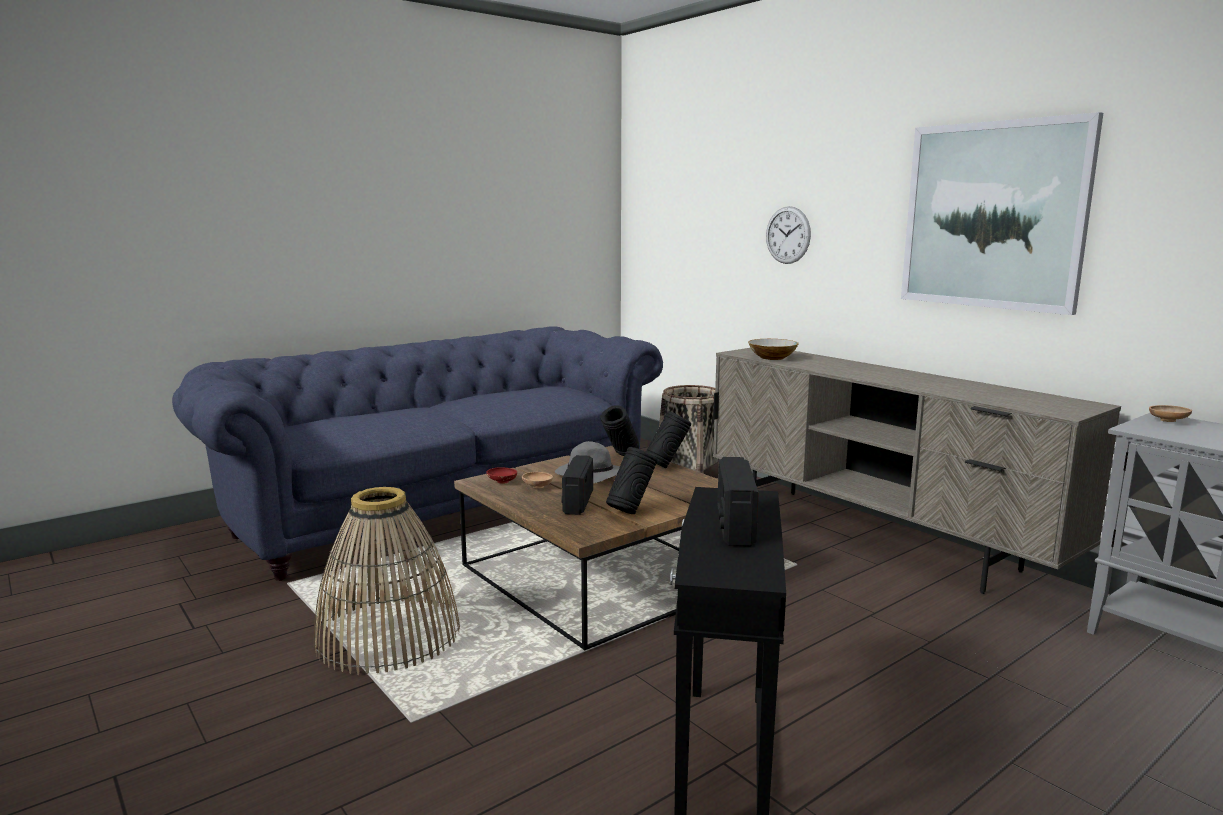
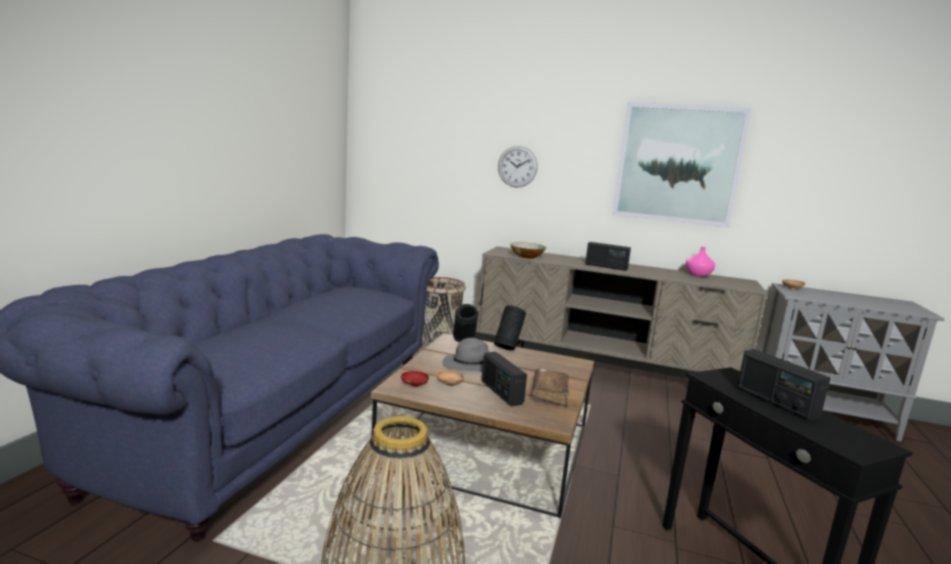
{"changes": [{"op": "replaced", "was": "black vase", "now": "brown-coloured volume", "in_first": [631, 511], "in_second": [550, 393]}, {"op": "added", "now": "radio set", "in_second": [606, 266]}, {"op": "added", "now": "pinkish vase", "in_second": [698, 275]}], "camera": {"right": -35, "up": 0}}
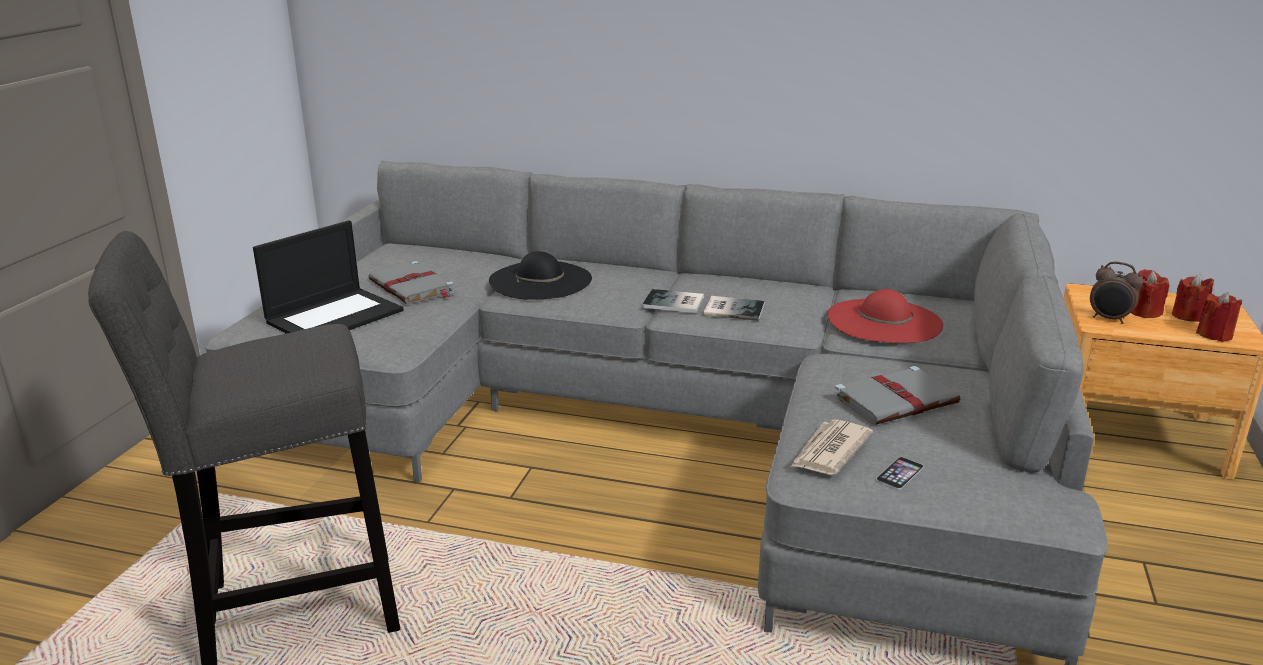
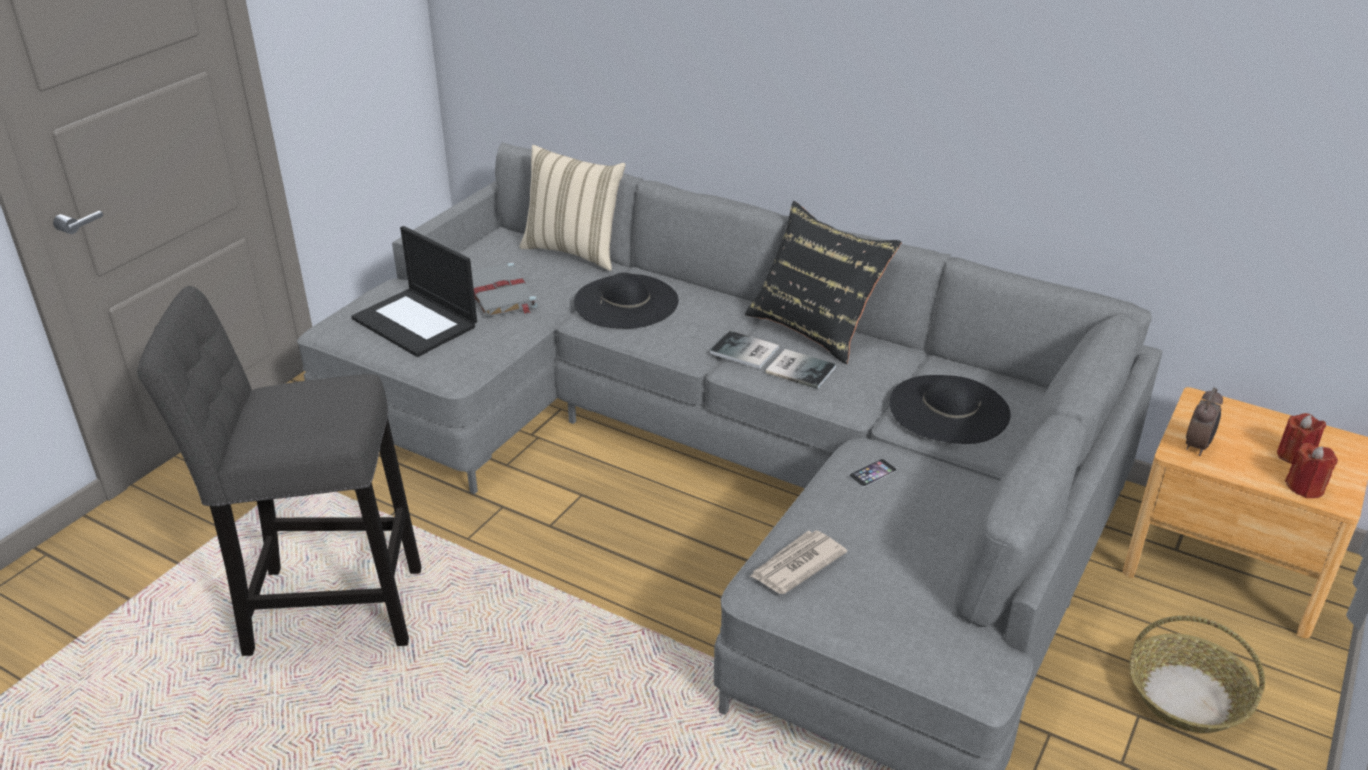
{"changes": [{"op": "turned", "was": "notebook computer", "in_first": [335, 315], "in_second": [417, 322], "clockwise": 75}, {"op": "recoloured", "was": "red-coloured clothing hat", "now": "black clothing hat", "in_first": [884, 321], "in_second": [949, 409]}, {"op": "removed", "was": "greyish volume", "in_first": [897, 400]}, {"op": "moved", "was": "handset", "in_first": [900, 473], "in_second": [872, 472]}, {"op": "turned", "was": "bedside clock", "in_first": [1109, 319], "in_second": [1198, 446], "clockwise": -105}, {"op": "removed", "was": "red-coloured candle", "in_first": [1144, 312]}, {"op": "added", "now": "beige throw pillow", "in_second": [574, 251]}, {"op": "added", "now": "black throw pillow", "in_second": [816, 326]}, {"op": "added", "now": "household basket", "in_second": [1186, 696]}], "camera": {"right": 15, "up": 10}}
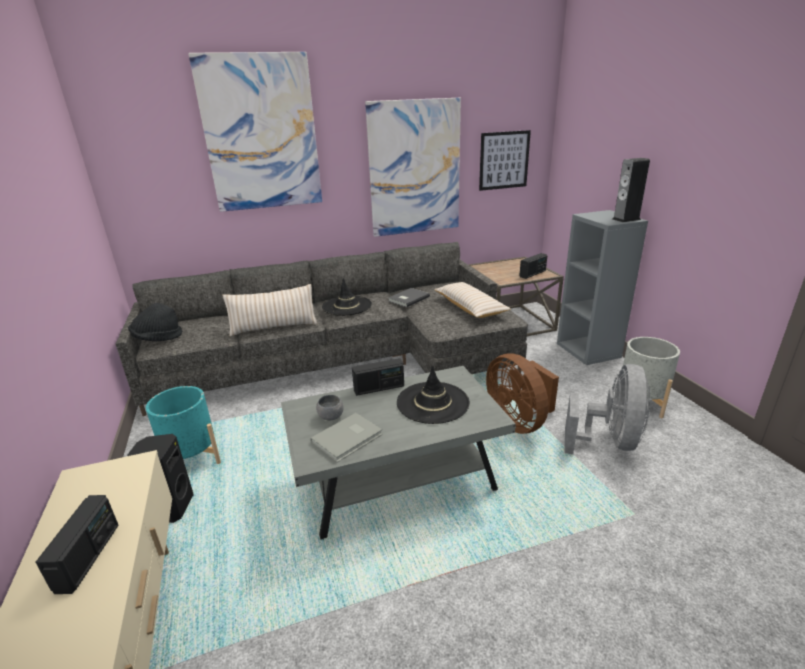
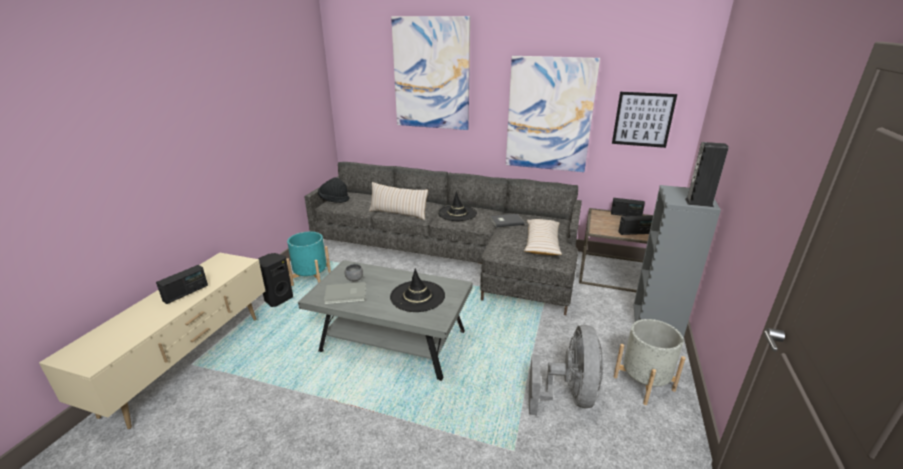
{"changes": [{"op": "moved", "was": "radio set", "in_first": [379, 388], "in_second": [626, 215]}, {"op": "removed", "was": "brown-coloured cooling fan", "in_first": [519, 421]}, {"op": "turned", "was": "greyish cooling fan", "in_first": [609, 441], "in_second": [568, 396], "clockwise": -45}], "camera": {"right": 35, "up": 0}}
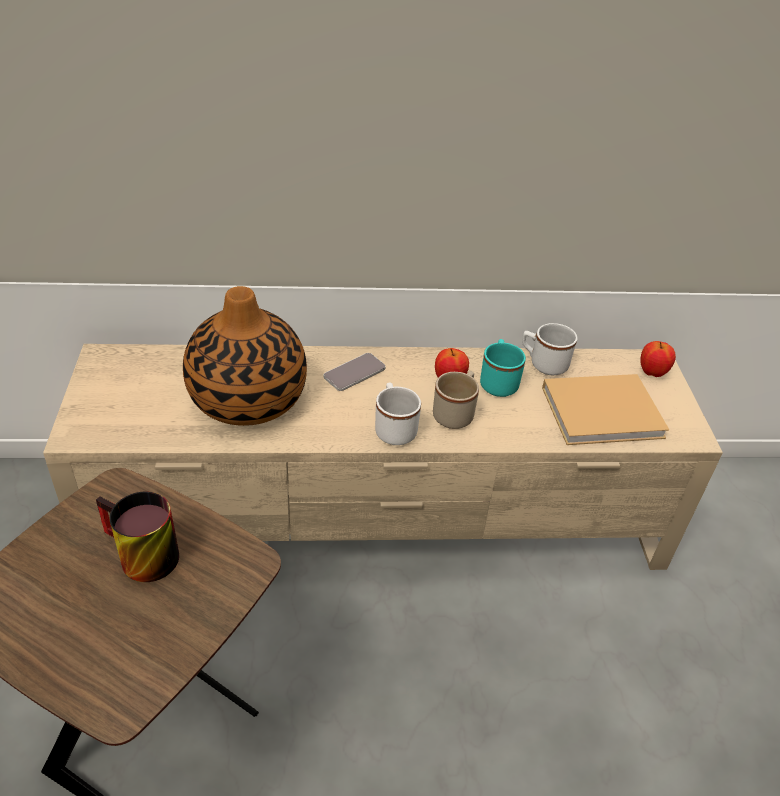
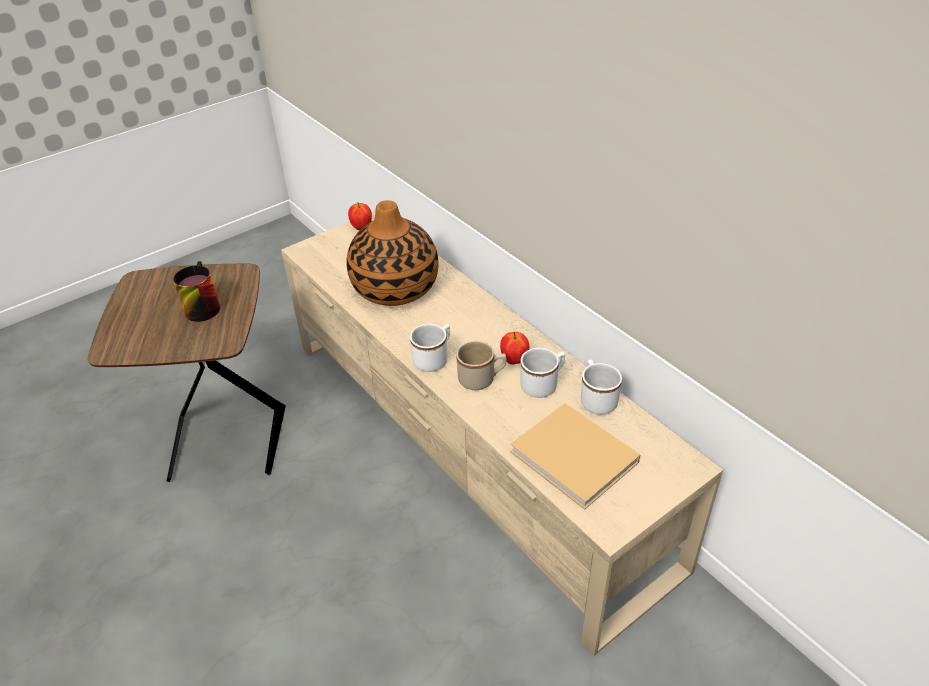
{"changes": [{"op": "removed", "was": "handset", "in_first": [354, 373]}, {"op": "recoloured", "was": "turquoise tea mug", "now": "whitish tea mug", "in_first": [498, 382], "in_second": [543, 384]}, {"op": "moved", "was": "whole apple", "in_first": [652, 372], "in_second": [361, 227]}], "camera": {"right": 60, "up": 0}}
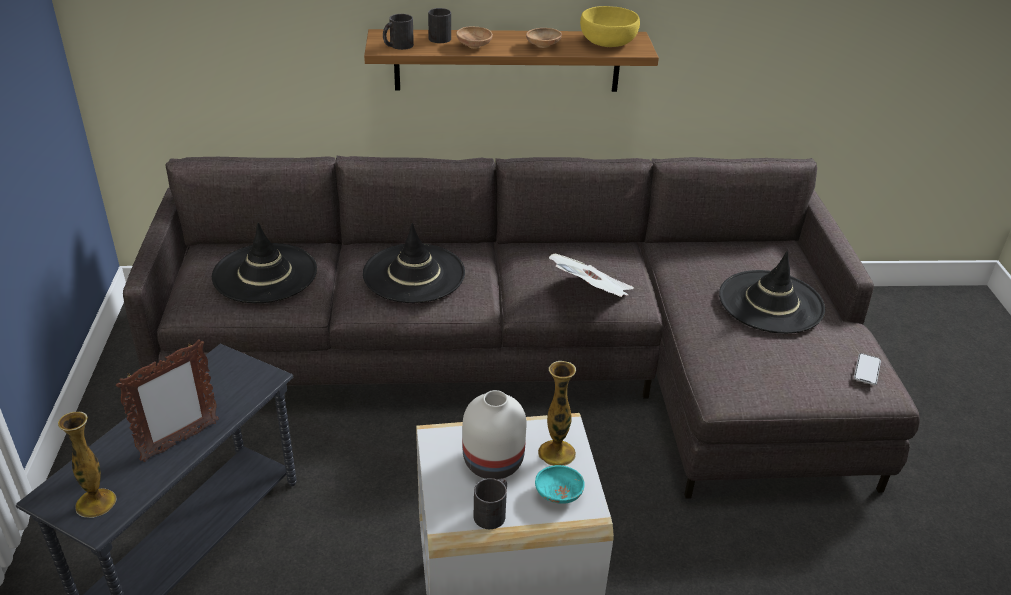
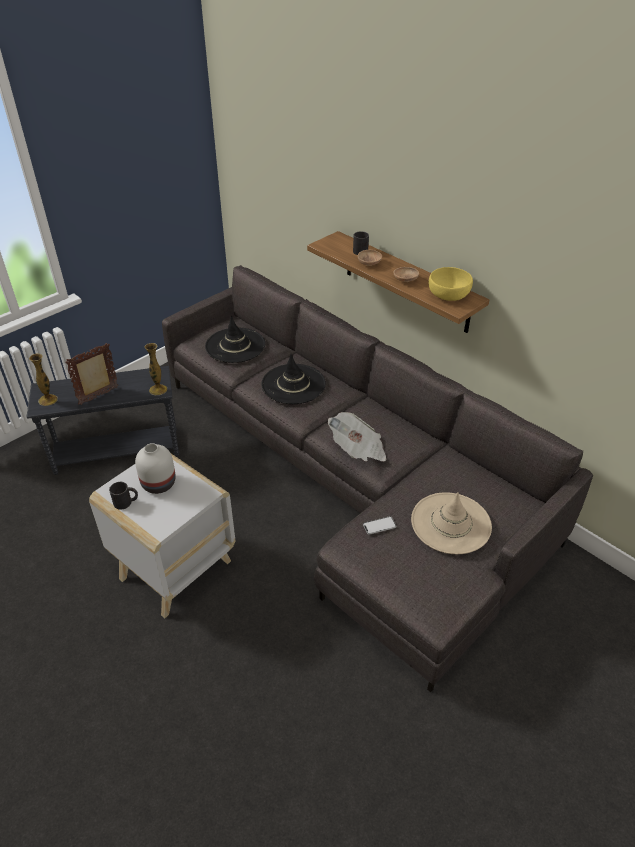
{"changes": [{"op": "turned", "was": "picture frame", "in_first": [180, 442], "in_second": [99, 396], "clockwise": 135}, {"op": "removed", "was": "black tea mug", "in_first": [397, 46]}, {"op": "removed", "was": "turquoise deep dish", "in_first": [558, 494]}, {"op": "moved", "was": "vase", "in_first": [557, 453], "in_second": [158, 390]}, {"op": "recoloured", "was": "black clothing hat", "now": "beige clothing hat", "in_first": [771, 302], "in_second": [451, 523]}, {"op": "moved", "was": "handset", "in_first": [867, 370], "in_second": [379, 526]}], "camera": {"right": 50, "up": 5}}
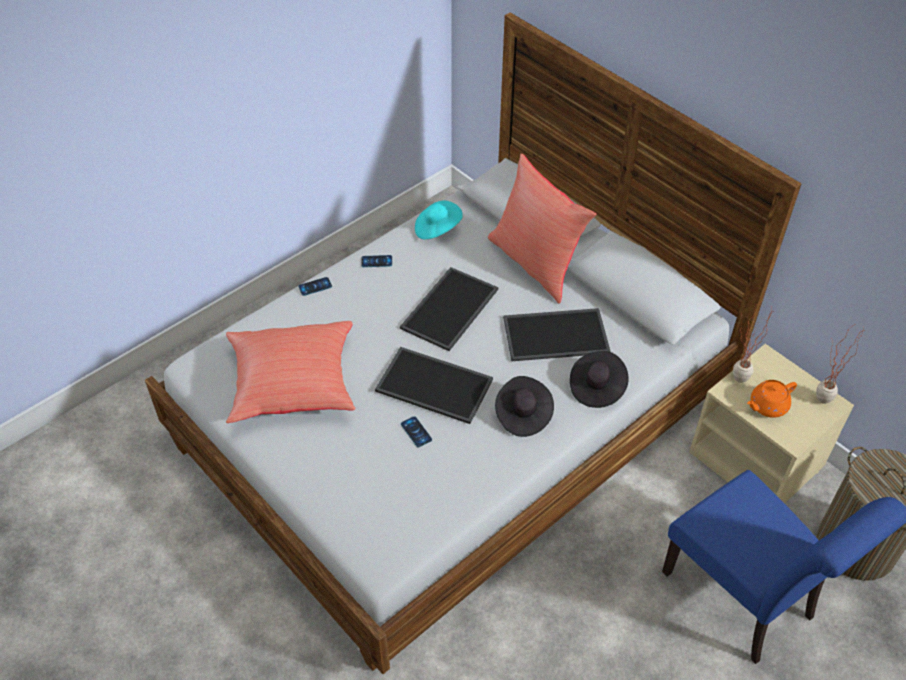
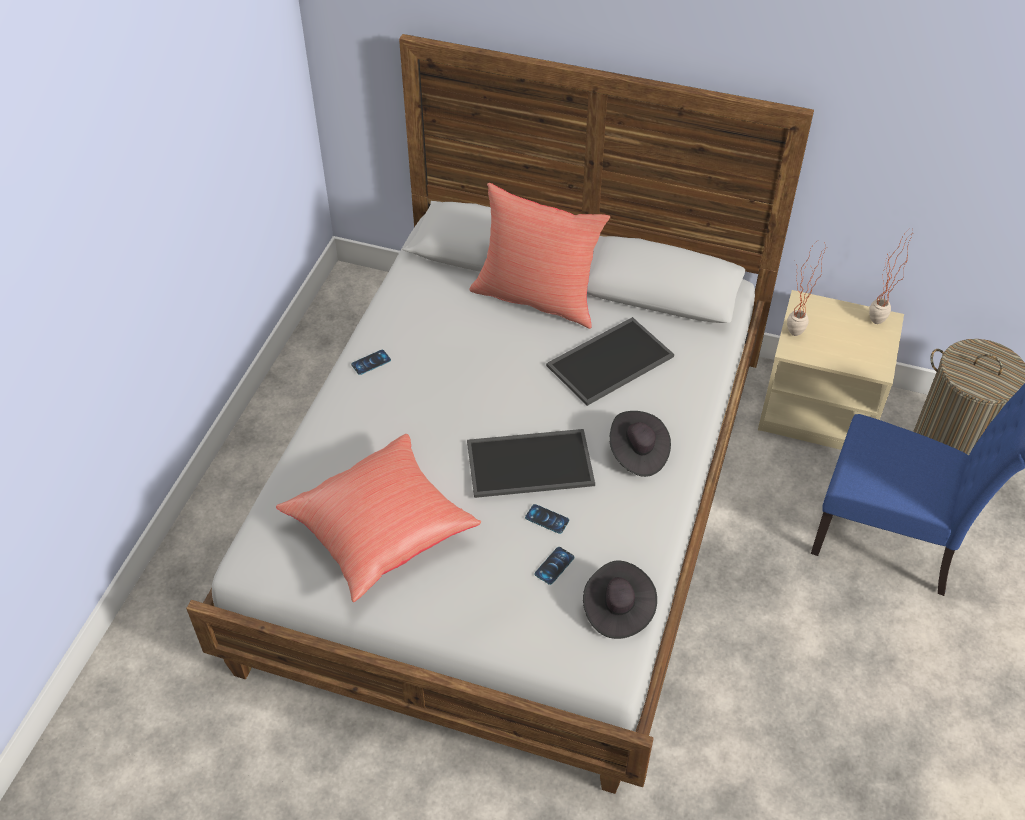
{"changes": [{"op": "moved", "was": "handset", "in_first": [315, 286], "in_second": [554, 566]}, {"op": "removed", "was": "carrying tray", "in_first": [450, 310]}, {"op": "removed", "was": "turquoise clothing hat", "in_first": [437, 229]}, {"op": "moved", "was": "black clothing hat", "in_first": [596, 388], "in_second": [617, 609]}, {"op": "removed", "was": "orange-coloured pot for tea", "in_first": [767, 406]}], "camera": {"right": -30, "up": 0}}
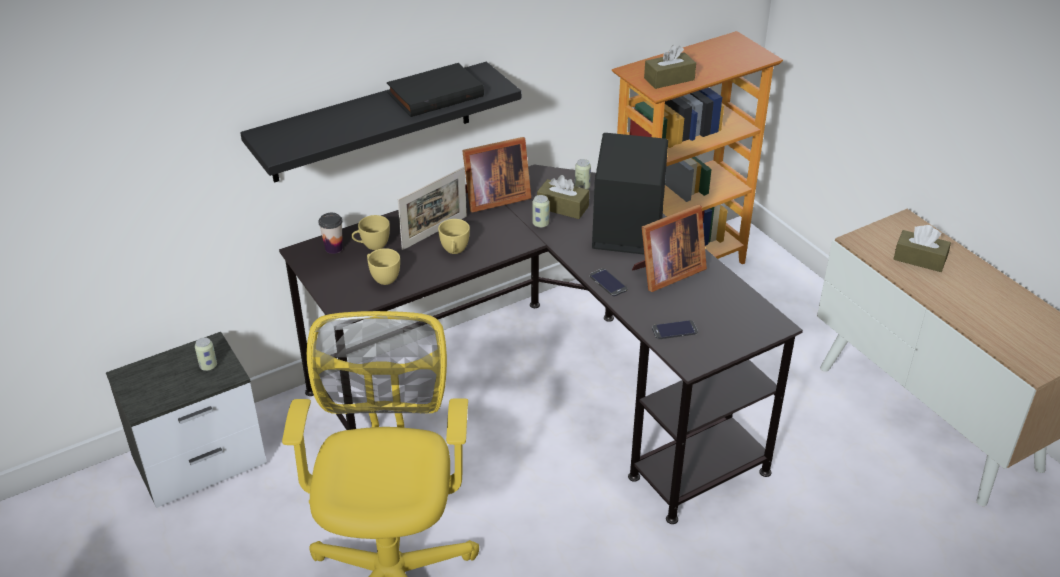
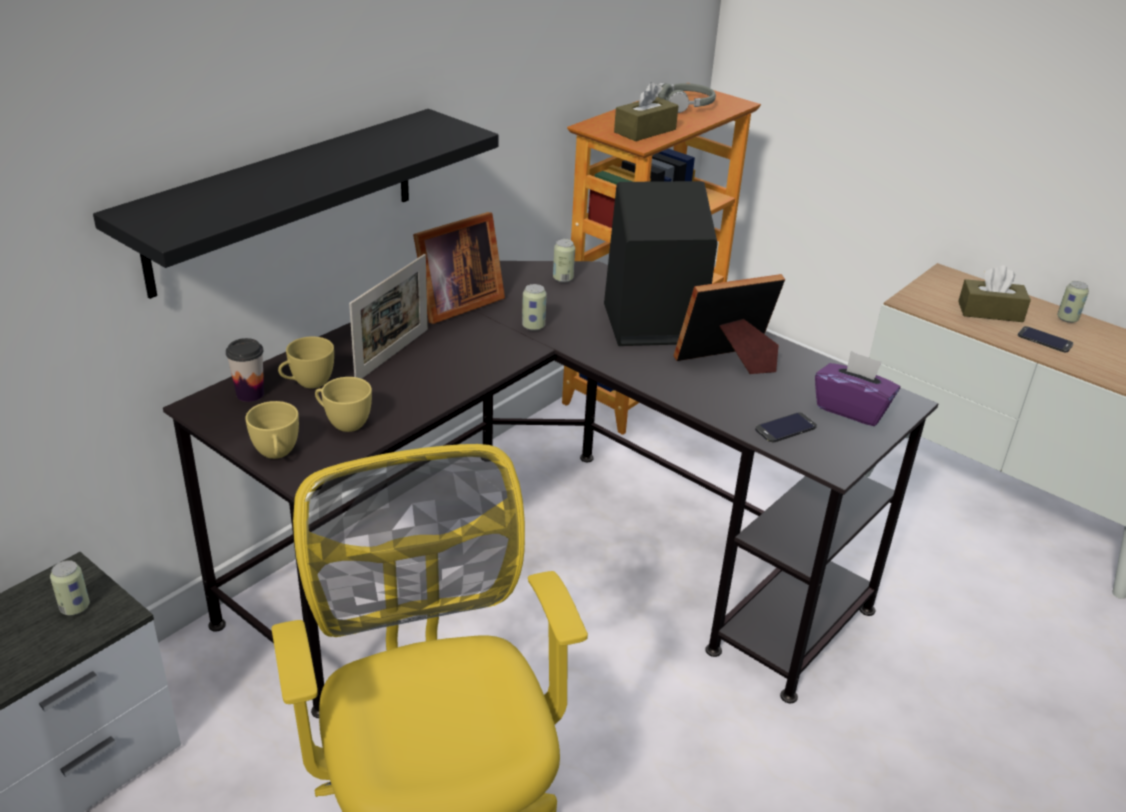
{"changes": [{"op": "removed", "was": "black volume", "in_first": [435, 94]}, {"op": "moved", "was": "yellow-coloured cup", "in_first": [454, 251], "in_second": [276, 454]}, {"op": "removed", "was": "brown-coloured box of tissues", "in_first": [562, 207]}, {"op": "moved", "was": "handset", "in_first": [608, 283], "in_second": [1045, 340]}, {"op": "turned", "was": "picture frame", "in_first": [666, 273], "in_second": [729, 362], "clockwise": -150}, {"op": "added", "now": "greyish pair of headphones", "in_second": [685, 105]}, {"op": "added", "now": "purple box of tissues", "in_second": [851, 409]}, {"op": "added", "now": "sealed can", "in_second": [1067, 319]}], "camera": {"right": -20, "up": -5}}
